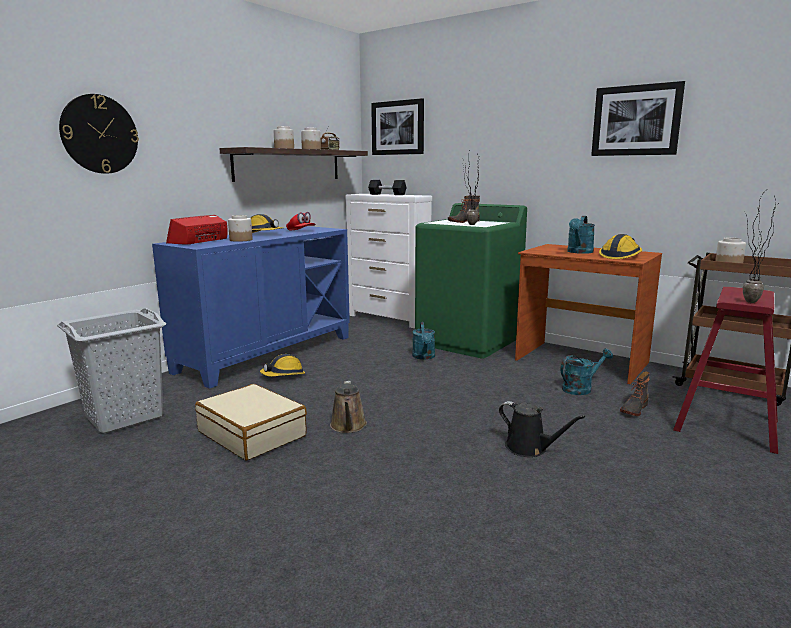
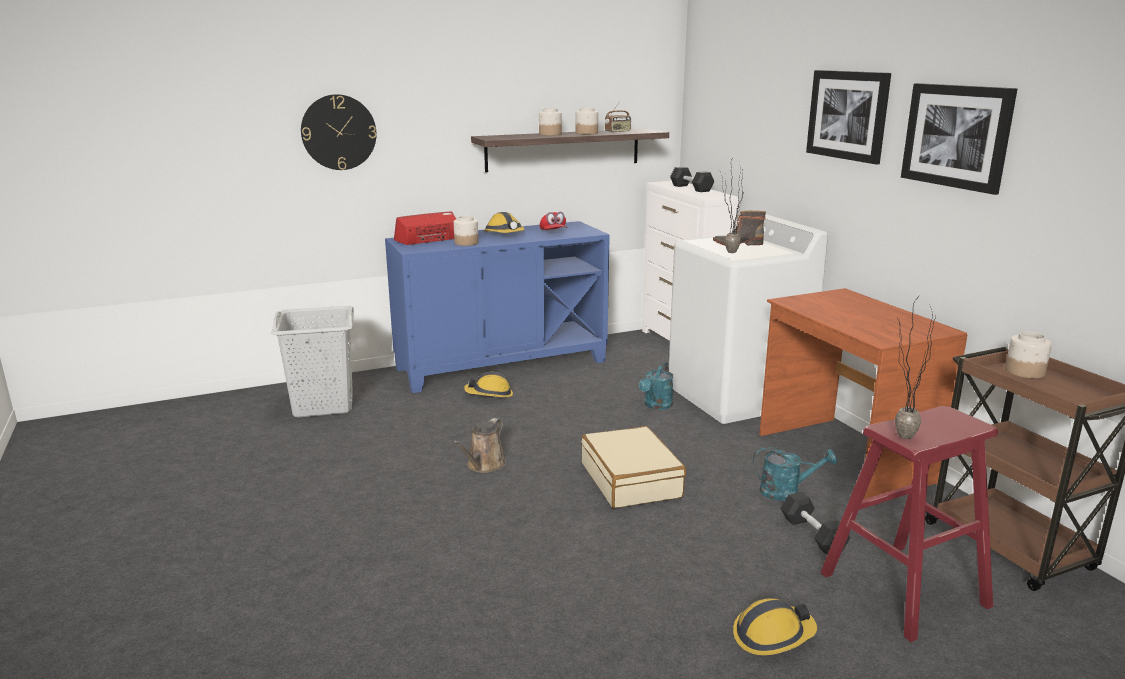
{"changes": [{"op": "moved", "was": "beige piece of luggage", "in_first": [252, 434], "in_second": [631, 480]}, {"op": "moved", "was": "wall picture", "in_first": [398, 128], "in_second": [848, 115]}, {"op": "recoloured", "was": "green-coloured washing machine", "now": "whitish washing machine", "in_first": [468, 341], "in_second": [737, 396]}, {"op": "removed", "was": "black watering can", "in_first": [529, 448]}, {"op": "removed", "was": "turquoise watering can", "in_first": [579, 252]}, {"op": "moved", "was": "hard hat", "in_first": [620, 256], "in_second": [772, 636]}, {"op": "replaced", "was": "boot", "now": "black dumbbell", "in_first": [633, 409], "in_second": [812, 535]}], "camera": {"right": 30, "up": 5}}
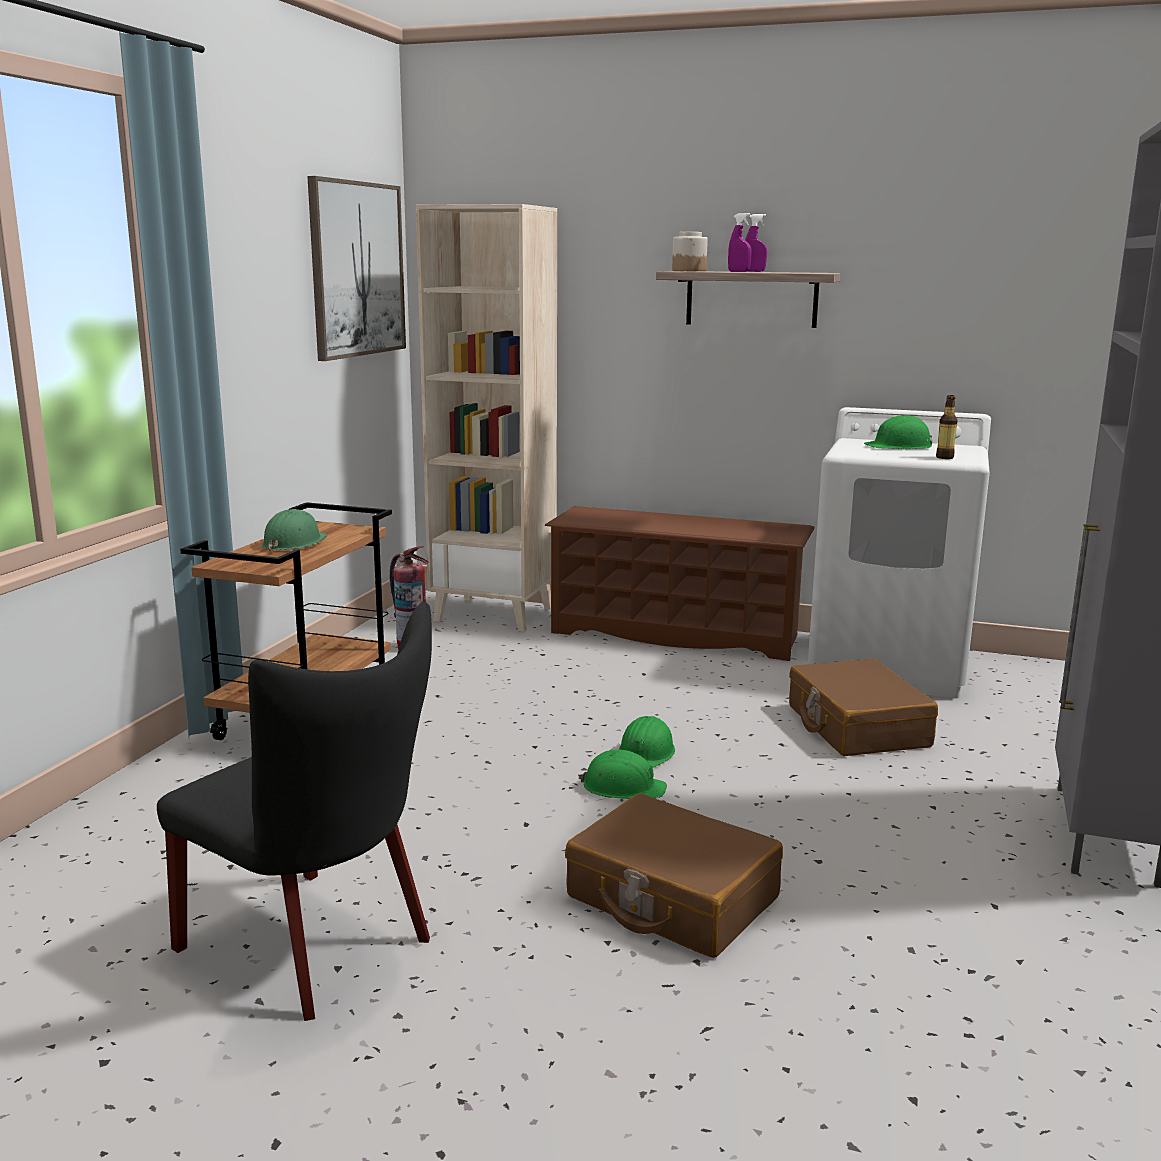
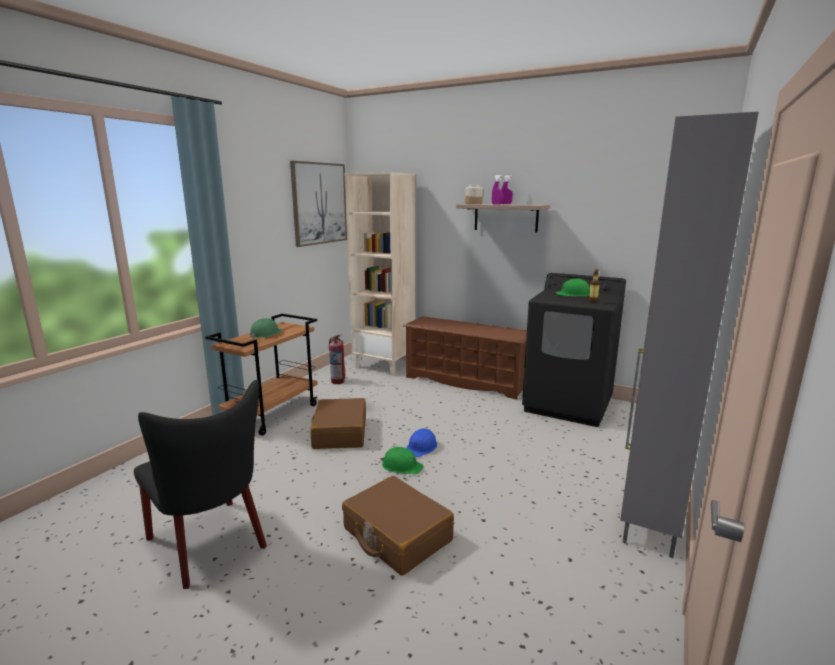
{"changes": [{"op": "recoloured", "was": "green-coloured hard hat", "now": "blue hard hat", "in_first": [645, 753], "in_second": [421, 447]}, {"op": "moved", "was": "brown-coloured piece of luggage", "in_first": [856, 726], "in_second": [339, 432]}, {"op": "recoloured", "was": "whitish washing machine", "now": "black washing machine", "in_first": [889, 665], "in_second": [568, 405]}], "camera": {"right": 10, "up": 0}}
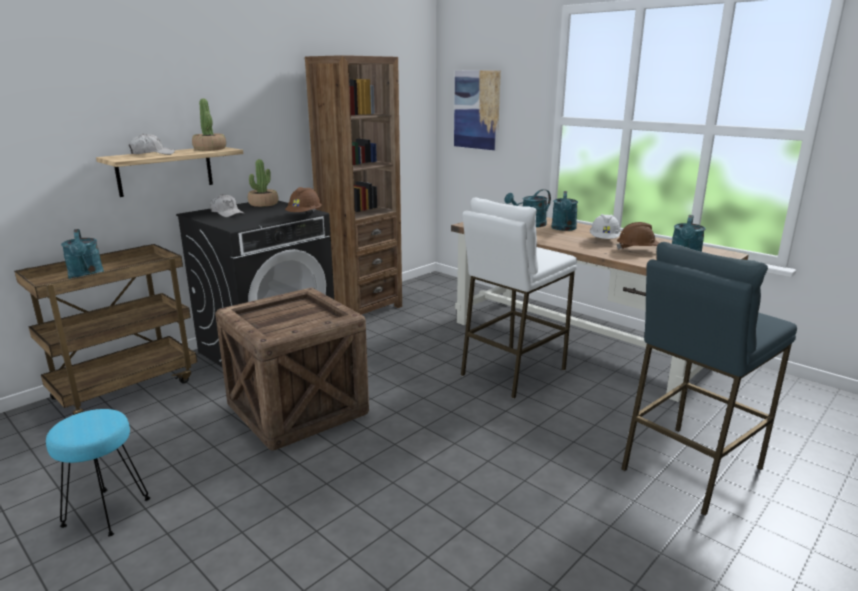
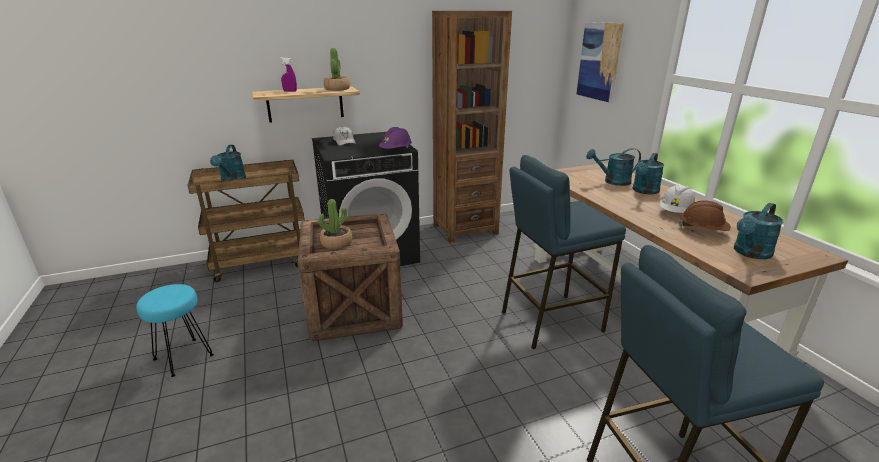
{"changes": [{"op": "replaced", "was": "whitish peaked cap", "now": "purple sprayer", "in_first": [152, 154], "in_second": [290, 91]}, {"op": "moved", "was": "plant in a pot", "in_first": [263, 204], "in_second": [336, 243]}, {"op": "recoloured", "was": "brown-coloured hard hat", "now": "purple hard hat", "in_first": [304, 215], "in_second": [396, 151]}, {"op": "recoloured", "was": "whitish sitting stool", "now": "blue sitting stool", "in_first": [512, 372], "in_second": [550, 321]}], "camera": {"right": 25, "up": 5}}
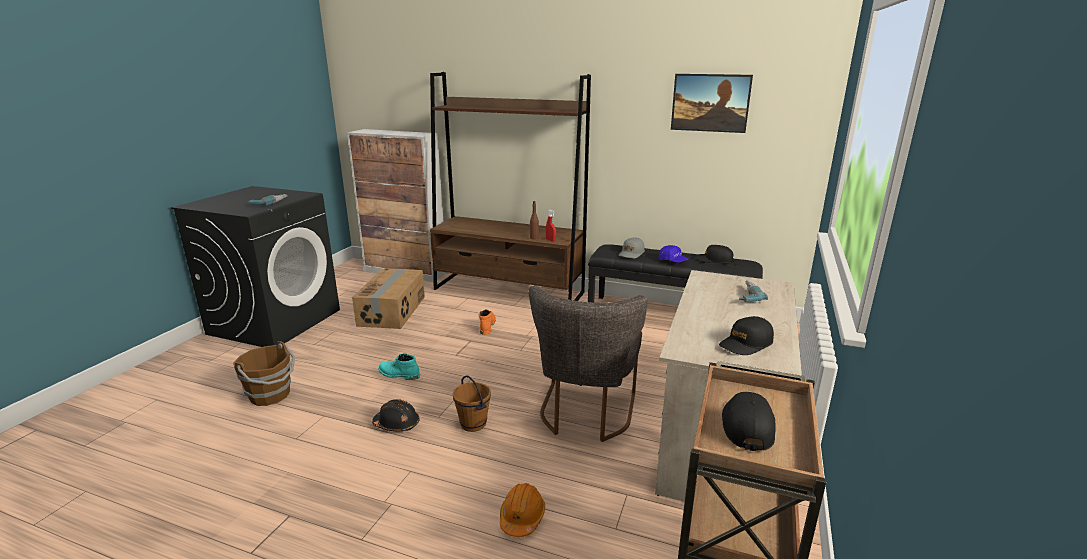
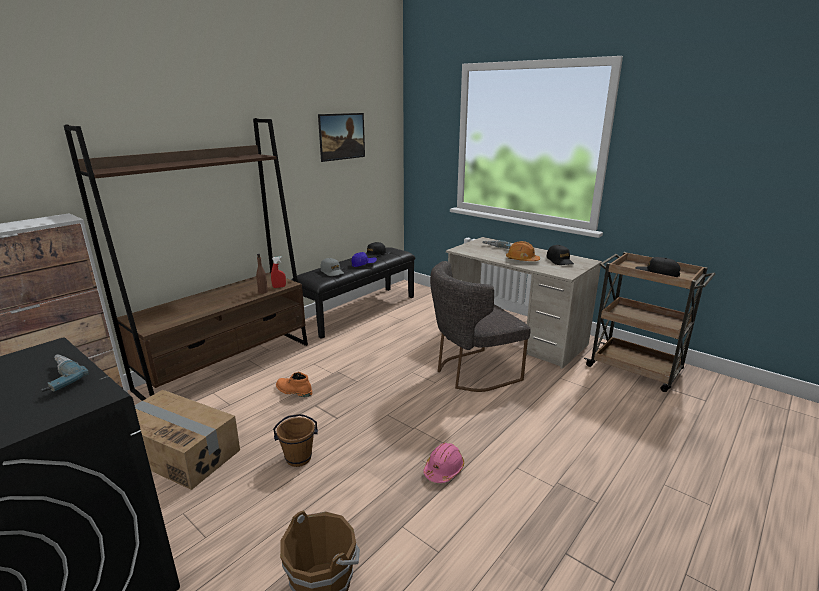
{"changes": [{"op": "recoloured", "was": "black hard hat", "now": "pinkish hard hat", "in_first": [397, 424], "in_second": [443, 469]}, {"op": "removed", "was": "turquoise boot", "in_first": [398, 374]}, {"op": "moved", "was": "brown-coloured bucket", "in_first": [474, 424], "in_second": [298, 458]}, {"op": "moved", "was": "orange-coloured hard hat", "in_first": [522, 517], "in_second": [522, 260]}, {"op": "turned", "was": "greyish plain chair", "in_first": [585, 414], "in_second": [471, 373], "clockwise": 120}], "camera": {"right": -70, "up": 0}}
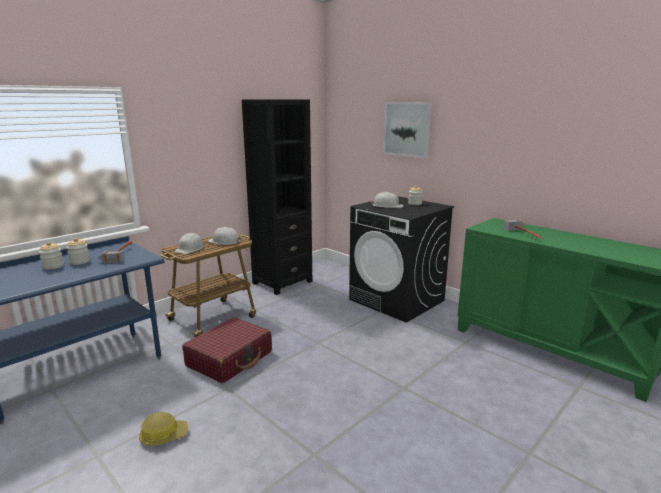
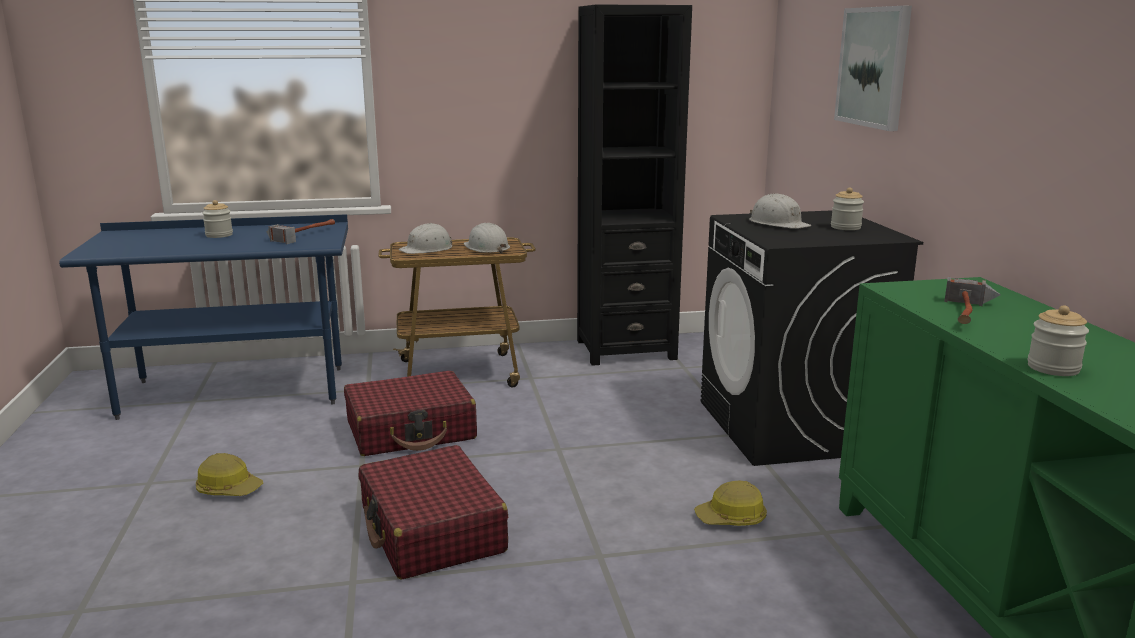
{"changes": [{"op": "moved", "was": "storage jar", "in_first": [80, 261], "in_second": [1053, 368]}, {"op": "added", "now": "red-coloured piece of luggage", "in_second": [432, 530]}, {"op": "added", "now": "hard hat", "in_second": [731, 518]}], "camera": {"right": 35, "up": 0}}
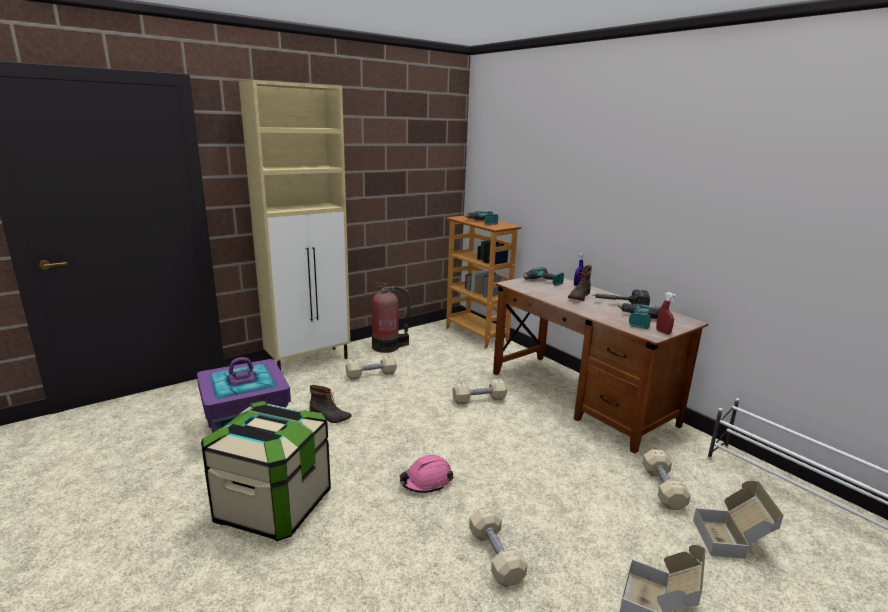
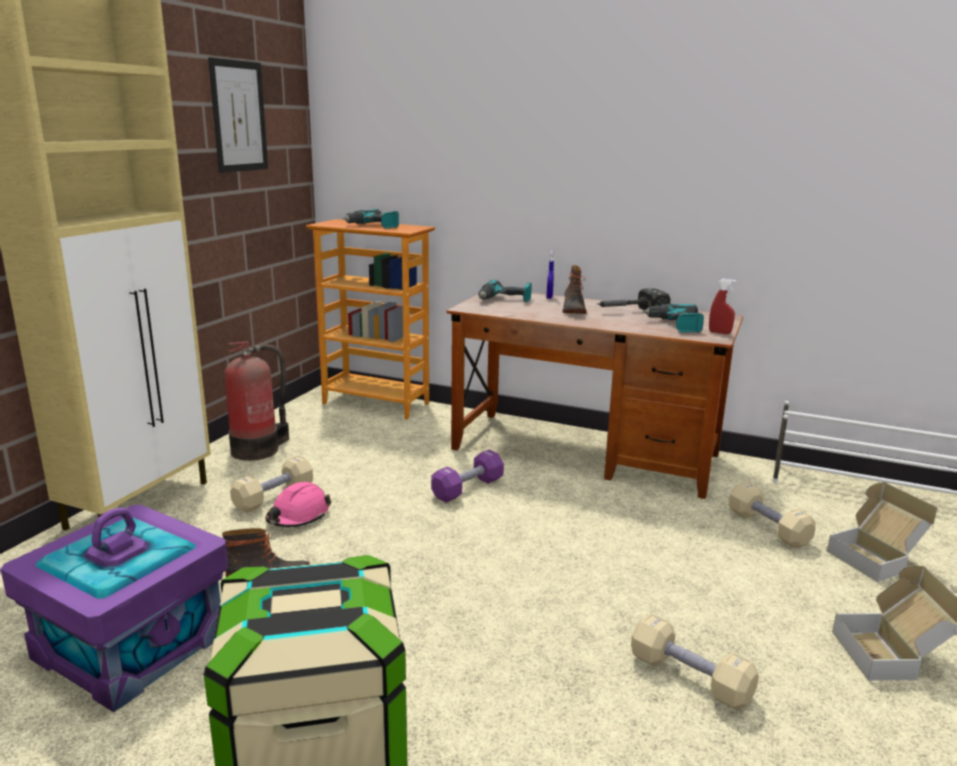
{"changes": [{"op": "moved", "was": "pinkish hard hat", "in_first": [426, 481], "in_second": [298, 516]}, {"op": "recoloured", "was": "beige dumbbell", "now": "purple dumbbell", "in_first": [479, 400], "in_second": [467, 488]}, {"op": "added", "now": "wall picture", "in_second": [239, 116]}], "camera": {"right": -30, "up": 0}}
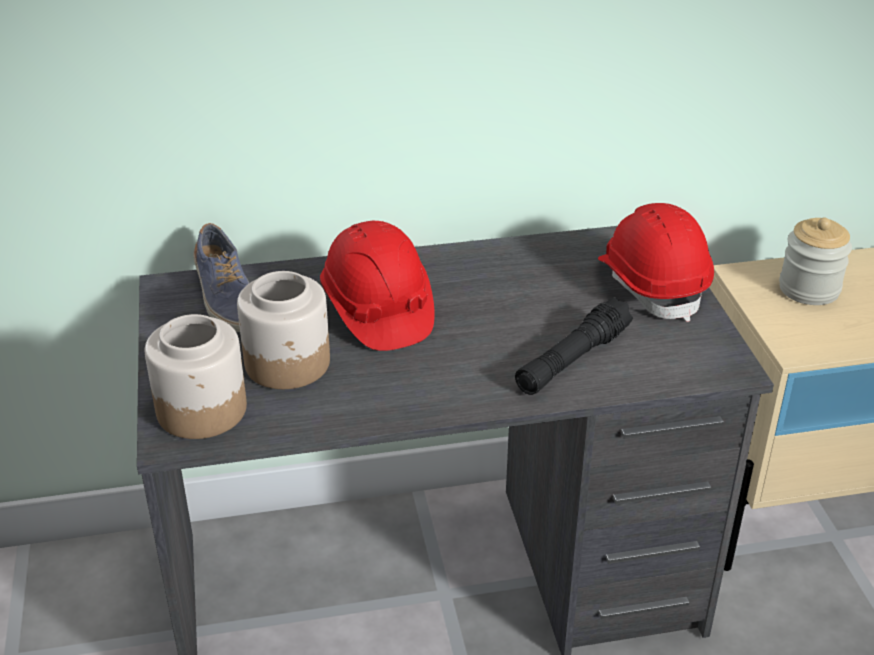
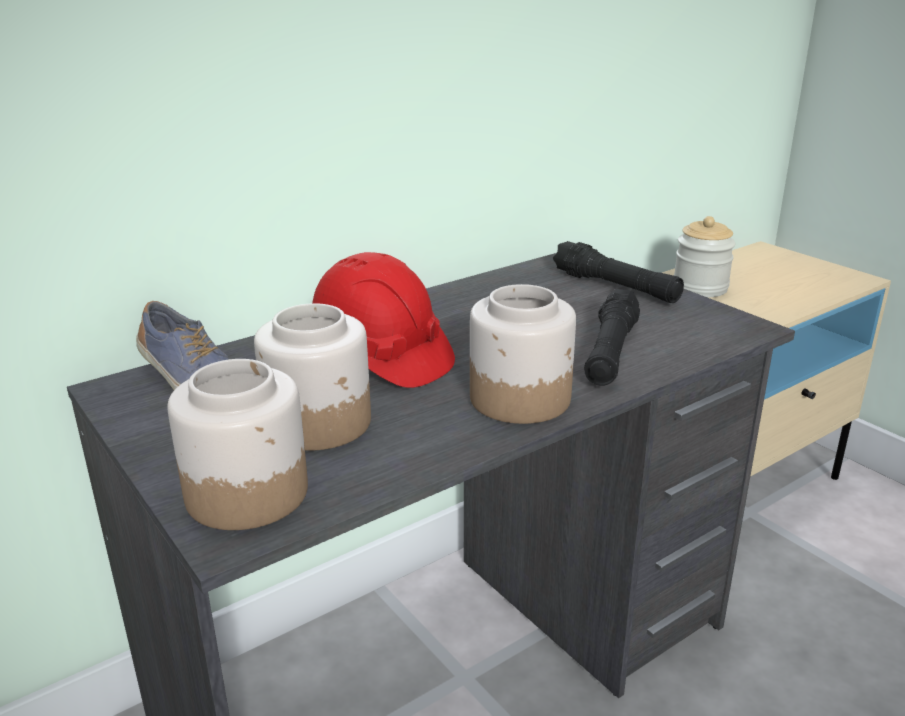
{"changes": [{"op": "replaced", "was": "red-coloured hard hat", "now": "black flashlight", "in_first": [652, 284], "in_second": [615, 287]}, {"op": "added", "now": "storage jar", "in_second": [521, 398]}], "camera": {"right": -25, "up": -10}}
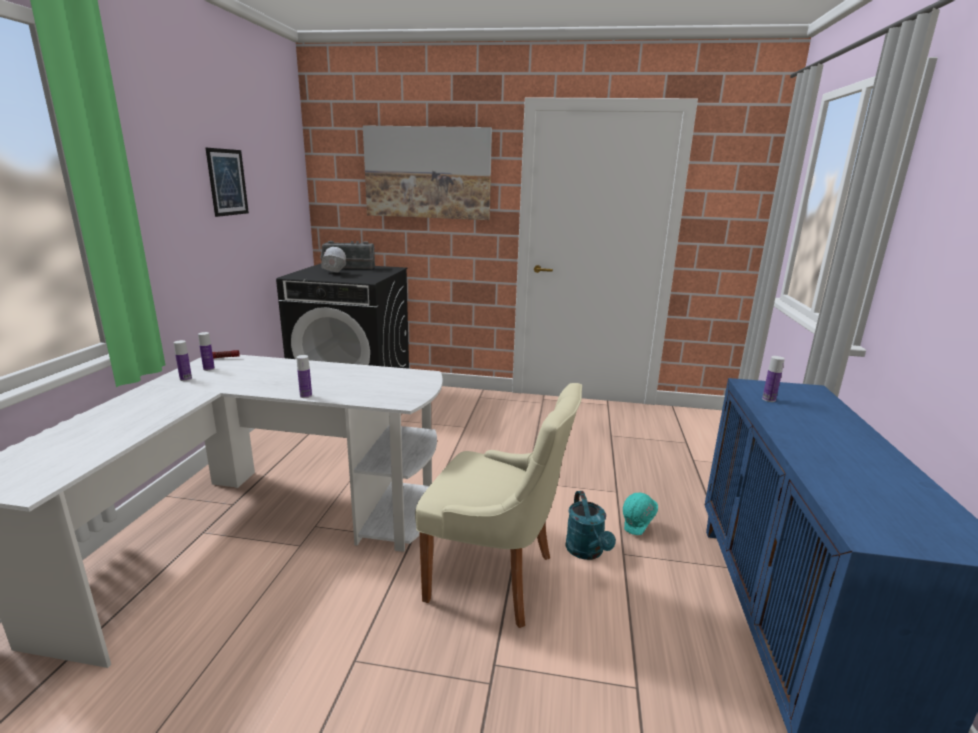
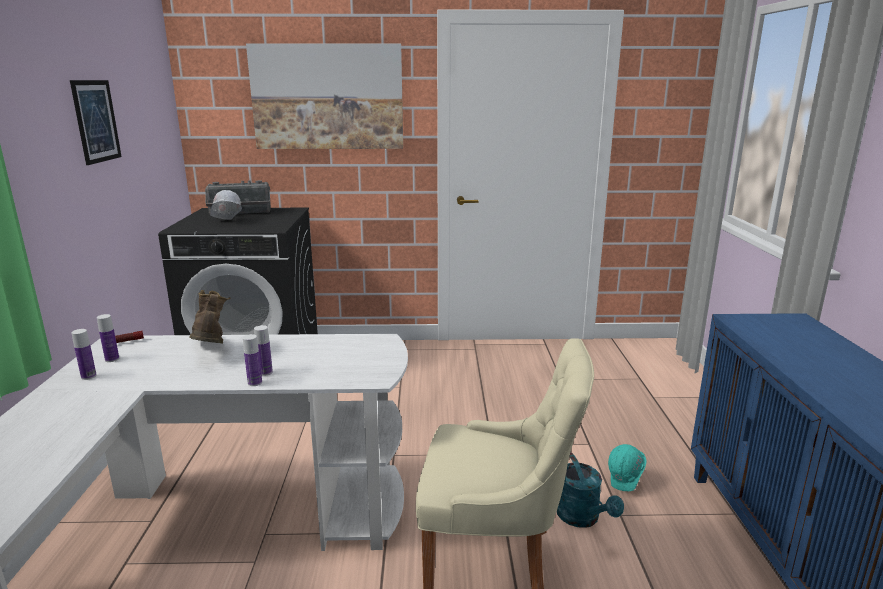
{"changes": [{"op": "moved", "was": "drink bottle", "in_first": [768, 399], "in_second": [265, 372]}, {"op": "added", "now": "brown-coloured boot", "in_second": [210, 351]}], "camera": {"right": -10, "up": 0}}
